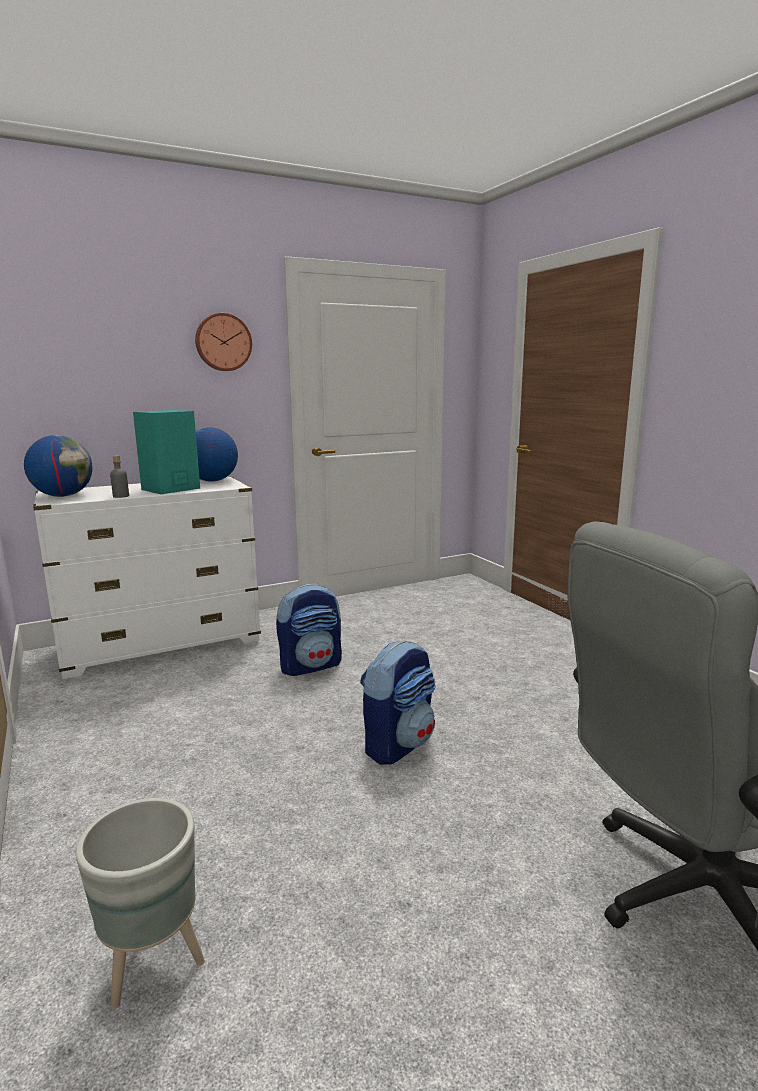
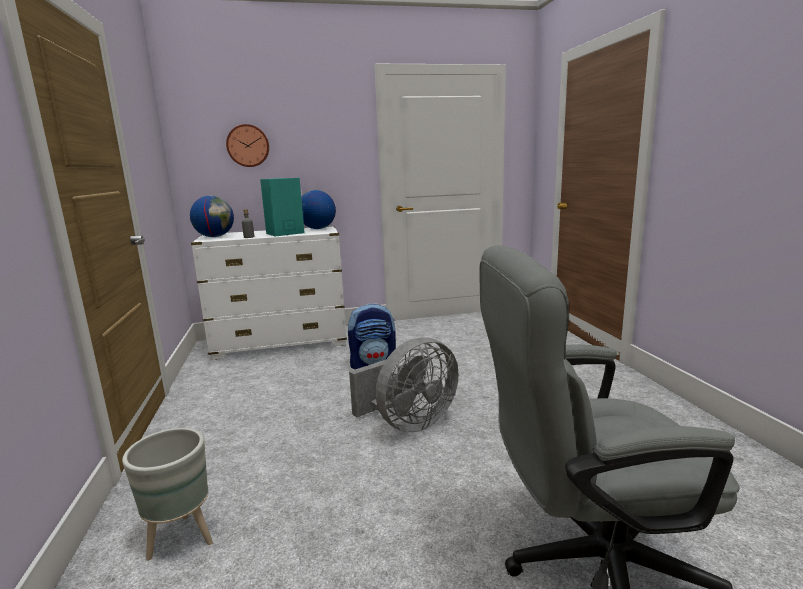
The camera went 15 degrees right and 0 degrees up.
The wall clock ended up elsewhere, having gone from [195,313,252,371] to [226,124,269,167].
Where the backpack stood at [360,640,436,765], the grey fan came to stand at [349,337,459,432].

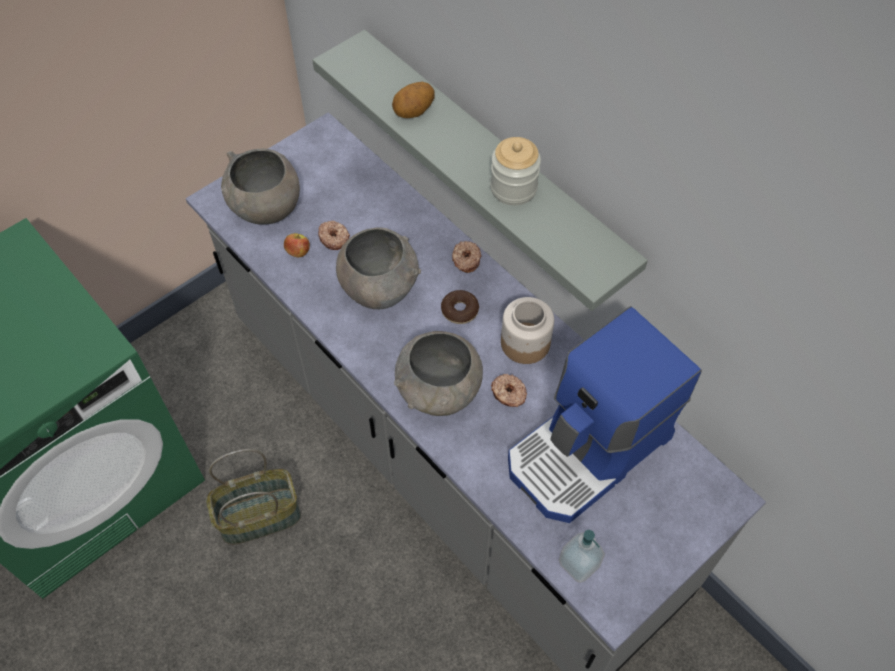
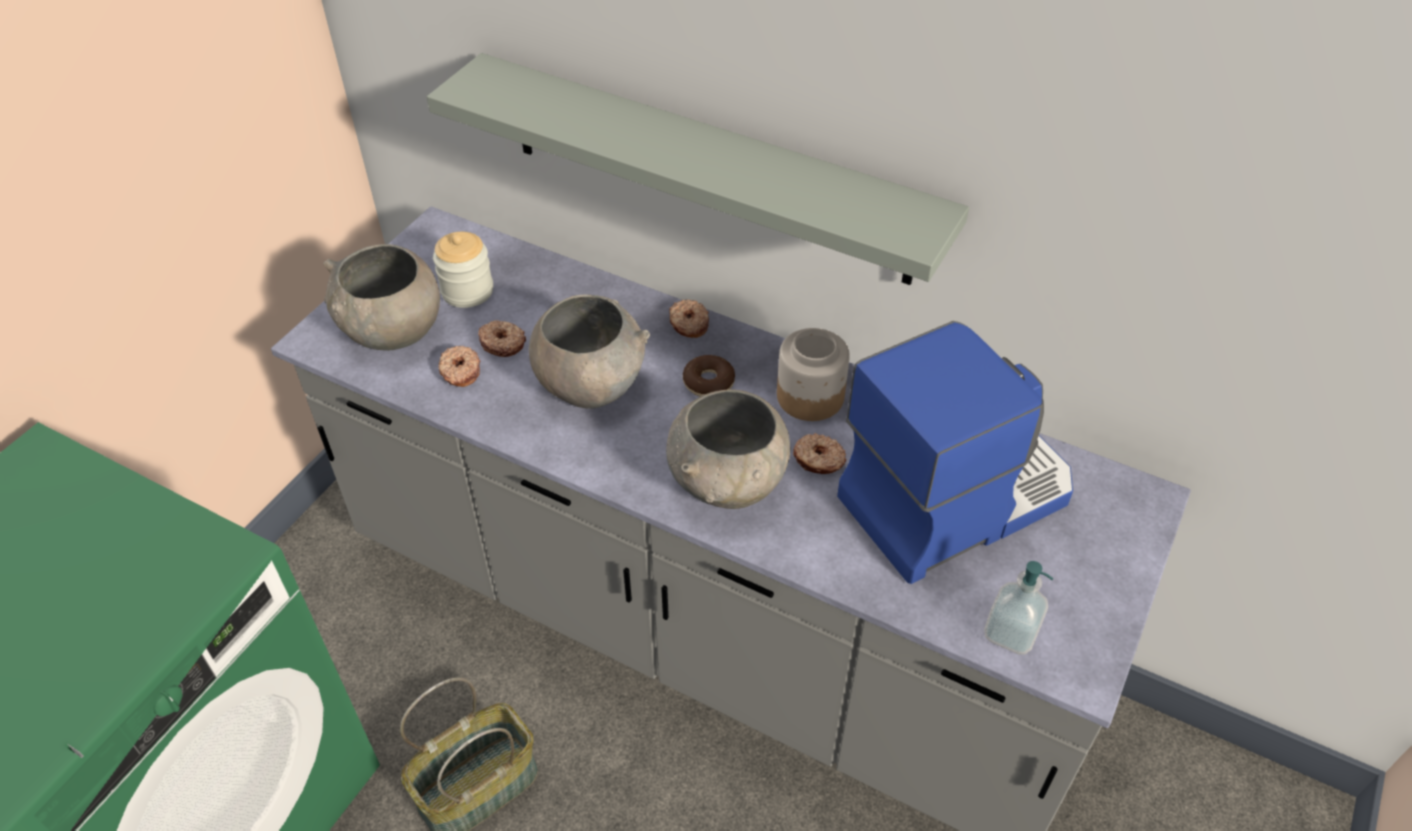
The camera went 20 degrees left and 10 degrees down.
The jar ended up elsewhere, having gone from [490,137,541,205] to [433,232,493,308].
Where the apple stood at [284,233,310,257], the donut came to stand at [439,346,480,387].
The coffee machine at [508,306,702,523] ended up facing another way, 150 degrees counterclockwise from before.
The second view lost the potato at [392,82,435,118].

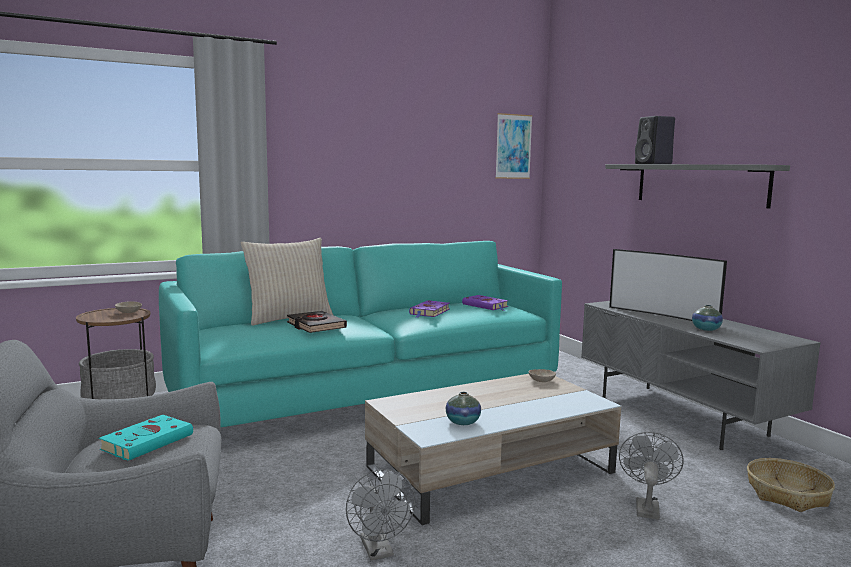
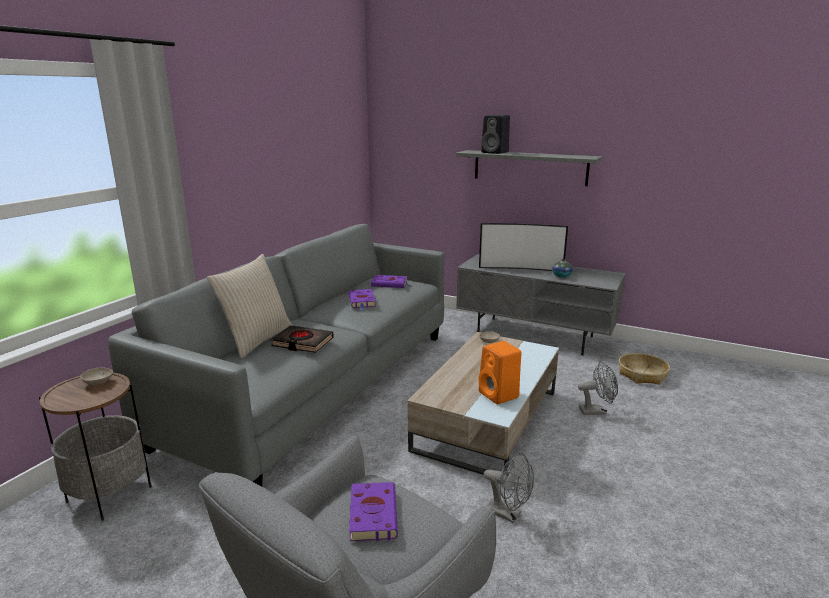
The camera went 35 degrees left and 10 degrees up.
What was the turquoise sofa at [159,241,562,427] turned into the grey sofa at [108,224,444,486].
What was the turquoise book at [99,415,194,461] turned into the purple book at [349,482,398,541].
Where the vase stood at [446,392,481,425], the orange speaker came to stand at [478,341,522,404].
The grey fan at [619,432,684,520] ended up facing another way, 105 degrees clockwise from before.
The second view lost the picture at [495,113,533,179].

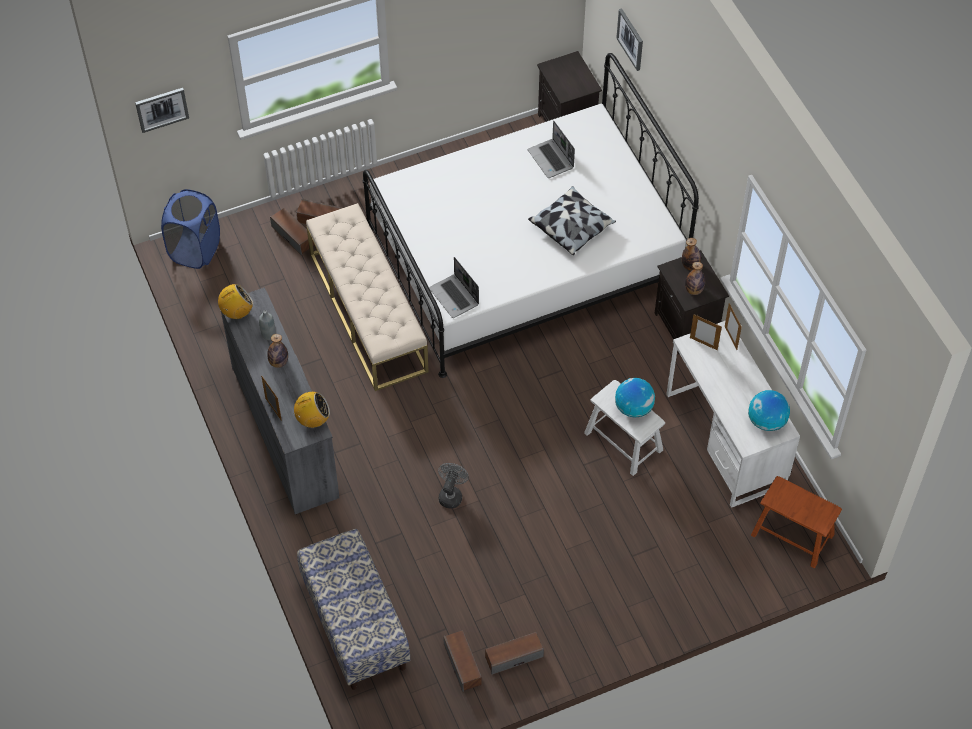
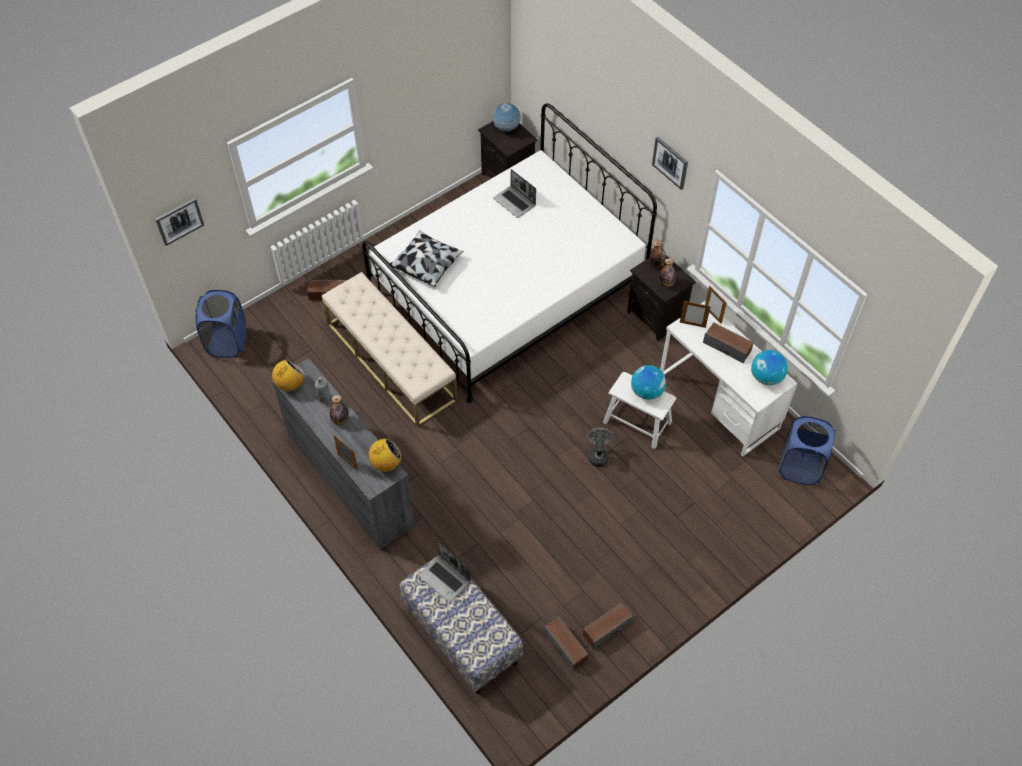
The camera went 15 degrees left and 0 degrees up.
The pillow ended up elsewhere, having gone from [528,186,616,255] to [390,230,463,287].
The laptop ended up elsewhere, having gone from [429,257,479,318] to [419,543,471,602].
The second view gained the globe at [492,103,521,132].
The grey fan ended up elsewhere, having gone from [438,463,469,509] to [587,428,614,467].
The picture ended up elsewhere, having gone from [616,8,643,71] to [652,137,688,190].
The speaker ended up elsewhere, having gone from [270,208,315,255] to [703,322,754,363].
Where the brown stool stood at [751,476,842,568], the blue laundry basket came to stand at [778,416,835,485].

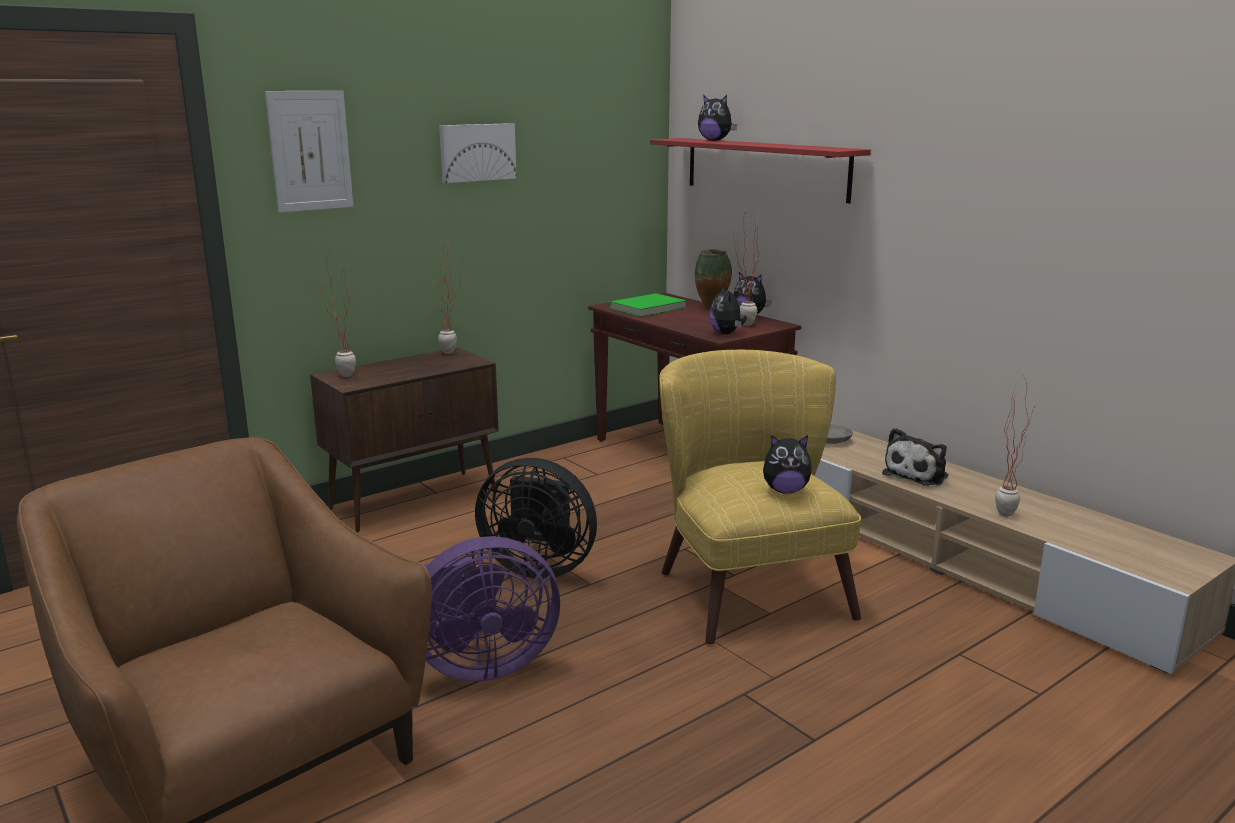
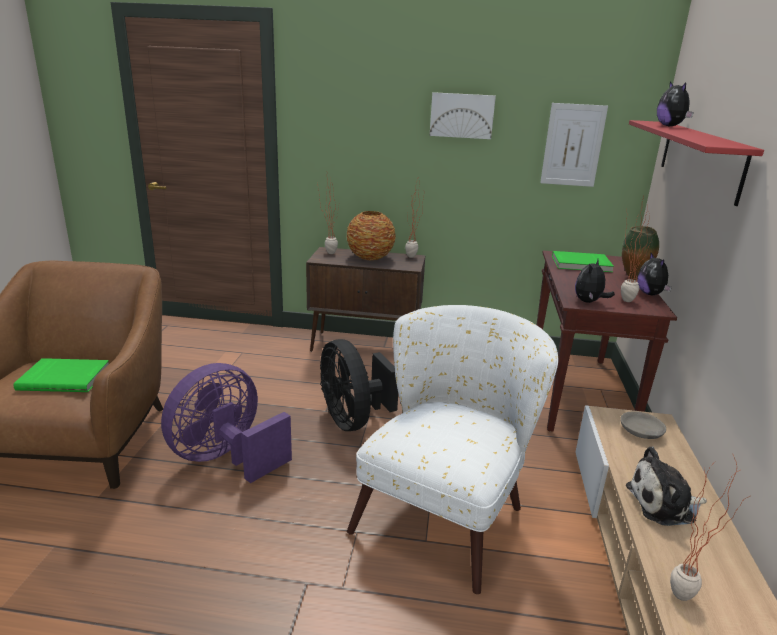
The camera went 45 degrees right and 5 degrees up.
The second view gained the green book at [14,358,109,392].
The purple fan at [423,536,560,682] ended up facing another way, 105 degrees clockwise from before.
The second view gained the vase at [346,211,396,260].
What was the yellow armchair at [659,350,861,645] turned into the white armchair at [347,305,558,594].
The picture ended up elsewhere, having gone from [265,91,353,213] to [540,103,608,187].
The second view lost the plush toy at [763,435,813,494].

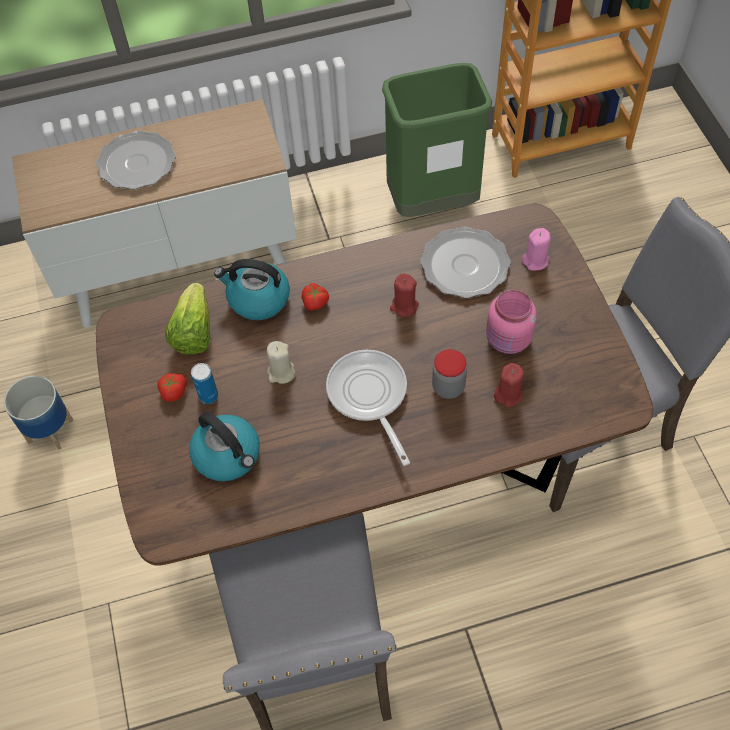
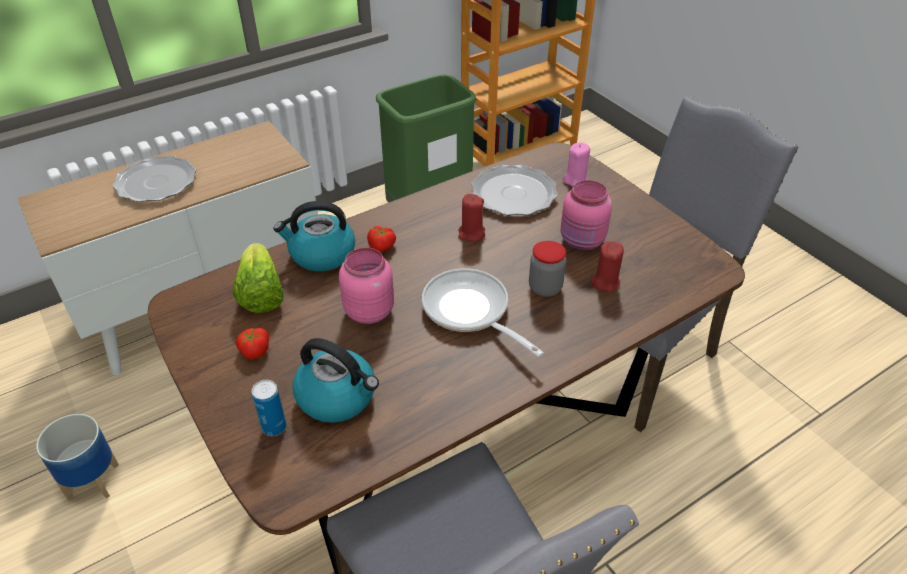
The camera went 20 degrees left and 15 degrees down.
The can ended up elsewhere, having gone from [191,363,218,404] to [252,380,286,436].
Where the beige candle stood at [267,341,296,384], the pink jar came to stand at [339,247,394,324].

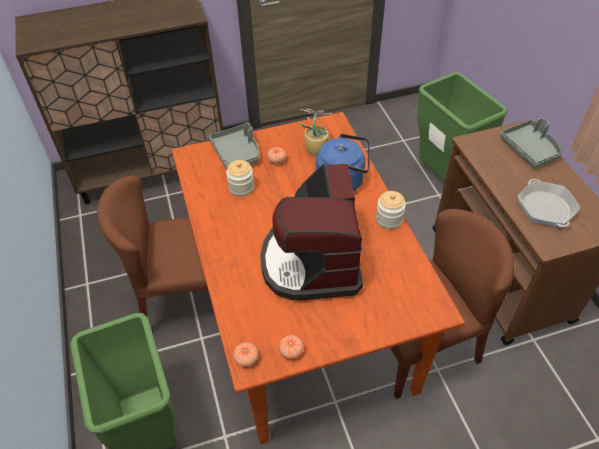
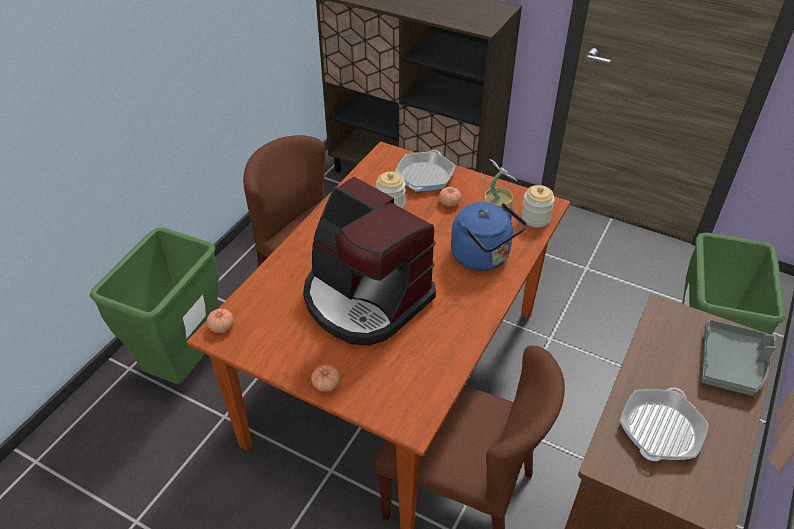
The camera went 45 degrees right and 5 degrees down.
The coffee machine at [260,164,363,300] ended up facing another way, 90 degrees counterclockwise from before.
The tomato ended up elsewhere, having gone from [279,335,304,359] to [311,365,340,392].
Where the grey tray stood at [209,122,259,170], the frying pan came to stand at [395,150,455,192].
The jar ended up elsewhere, having gone from [376,191,406,229] to [521,185,555,228].

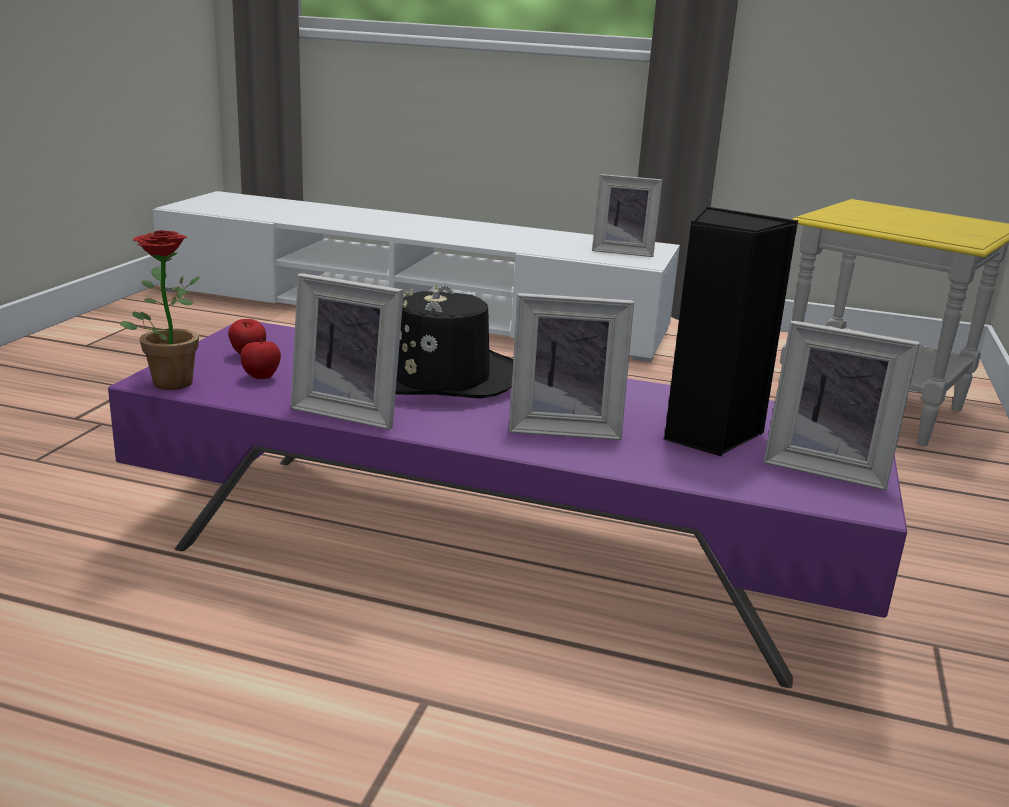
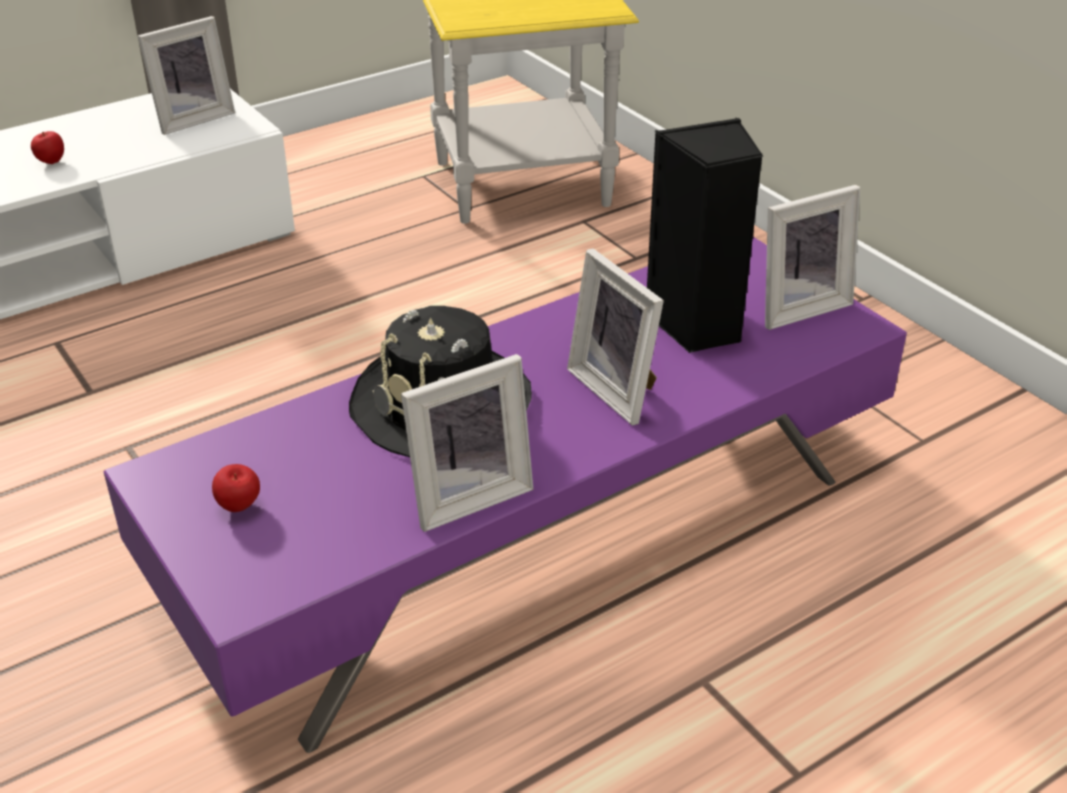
The camera went 50 degrees left and 15 degrees up.
The apple ended up elsewhere, having gone from [241,339,281,379] to [31,131,64,164].
The picture frame at [509,293,634,440] ended up facing another way, 105 degrees clockwise from before.
The second view lost the potted plant at [120,230,200,390].

